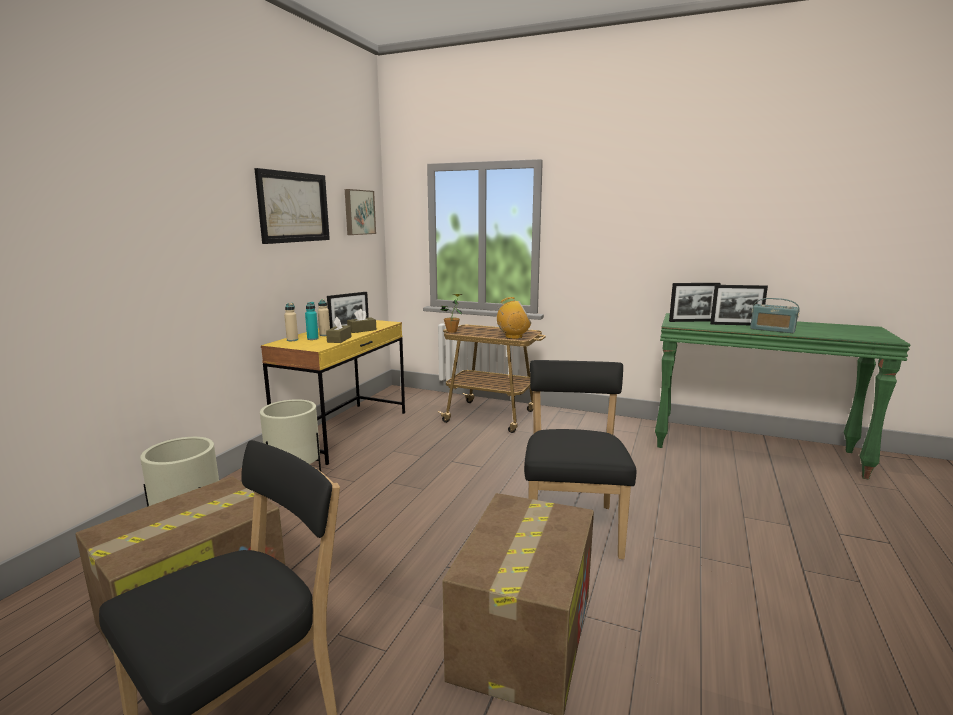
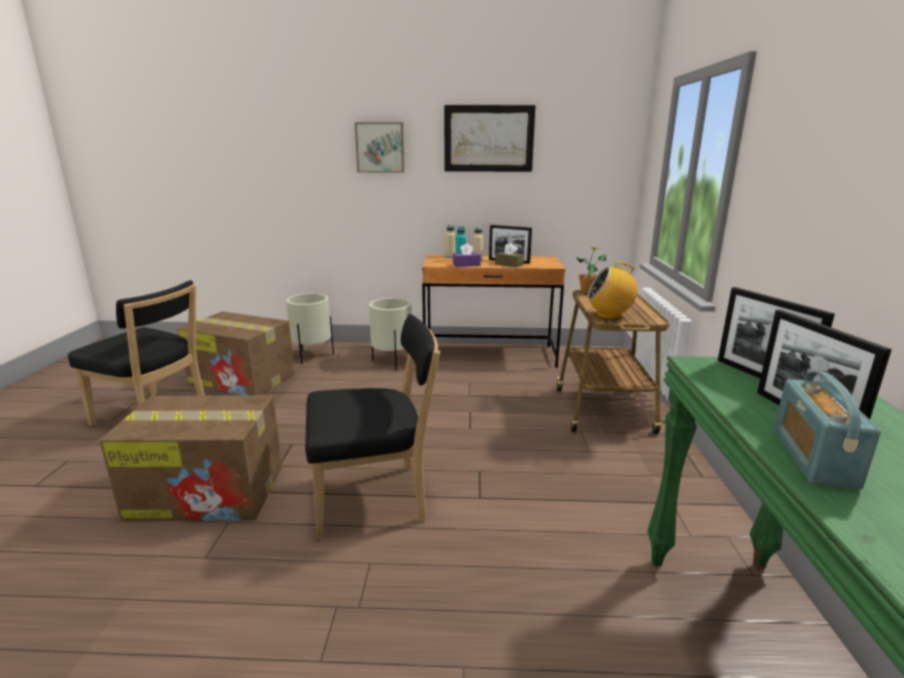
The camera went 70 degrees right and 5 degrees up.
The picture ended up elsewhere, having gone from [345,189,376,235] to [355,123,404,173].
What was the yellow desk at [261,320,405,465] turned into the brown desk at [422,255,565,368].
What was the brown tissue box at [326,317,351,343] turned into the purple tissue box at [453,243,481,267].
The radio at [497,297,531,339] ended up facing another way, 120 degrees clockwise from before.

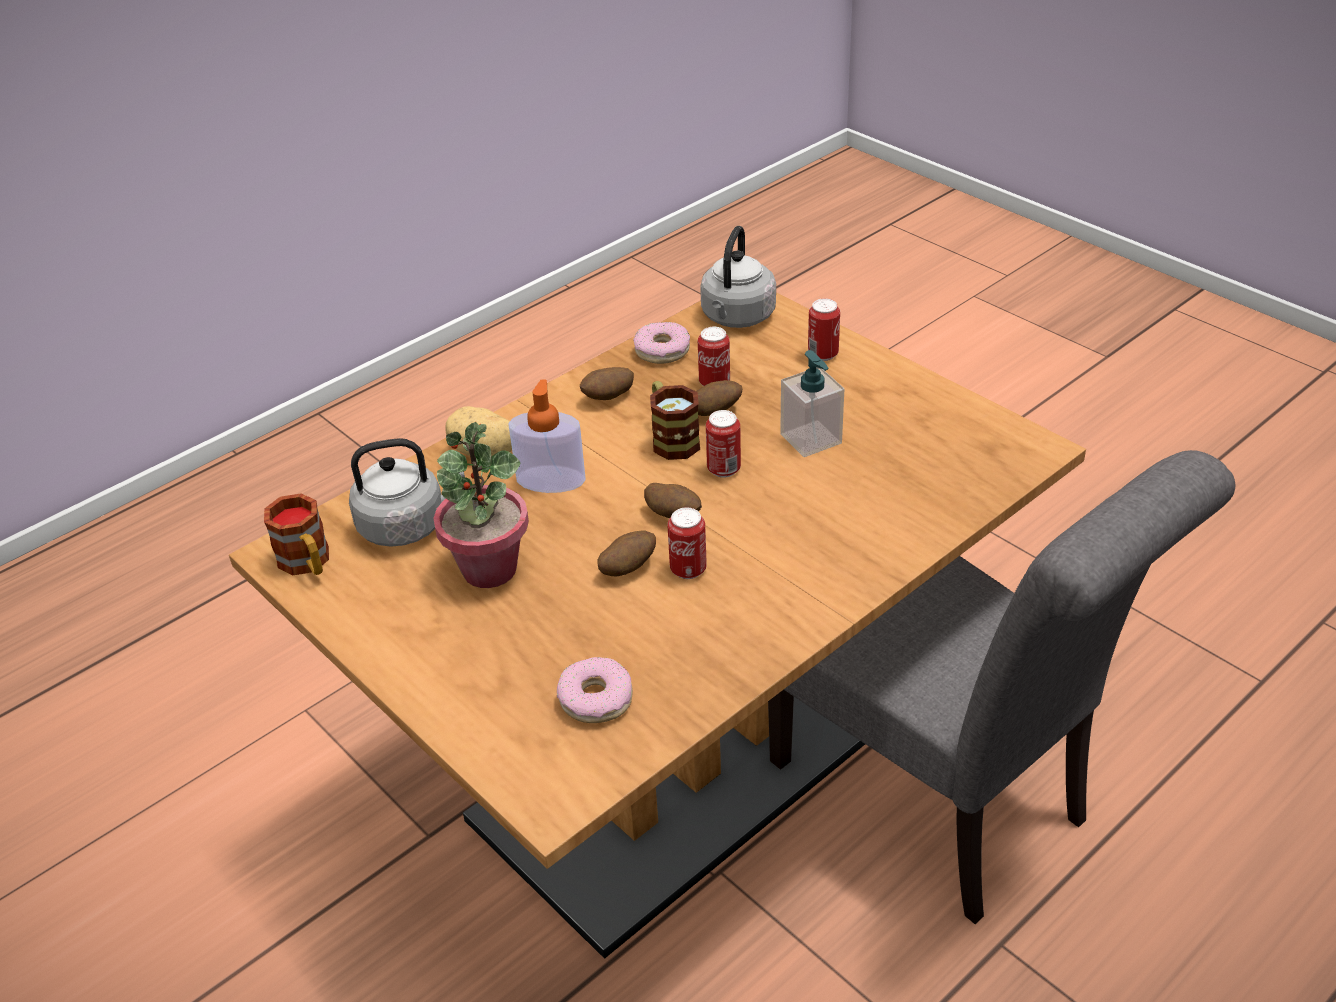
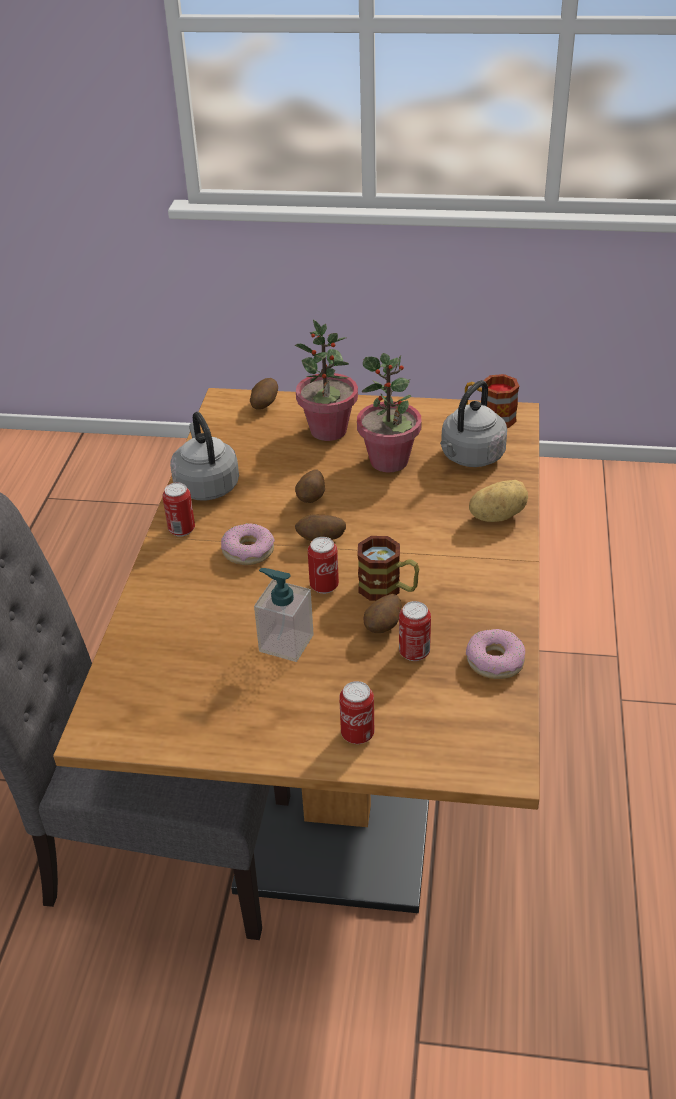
The camera went 140 degrees right and 0 degrees up.
The can ended up elsewhere, having gone from [668,507,707,579] to [162,482,195,537].
The grey kettle ended up elsewhere, having gone from [700,226,776,328] to [170,412,239,501].
The donut ended up elsewhere, having gone from [557,657,633,723] to [221,523,275,565].
The potato ended up elsewhere, having gone from [580,367,634,400] to [250,378,278,409].
The second view gained the potted plant at [295,320,358,441].
The second view lost the soap dispenser at [508,379,586,493].

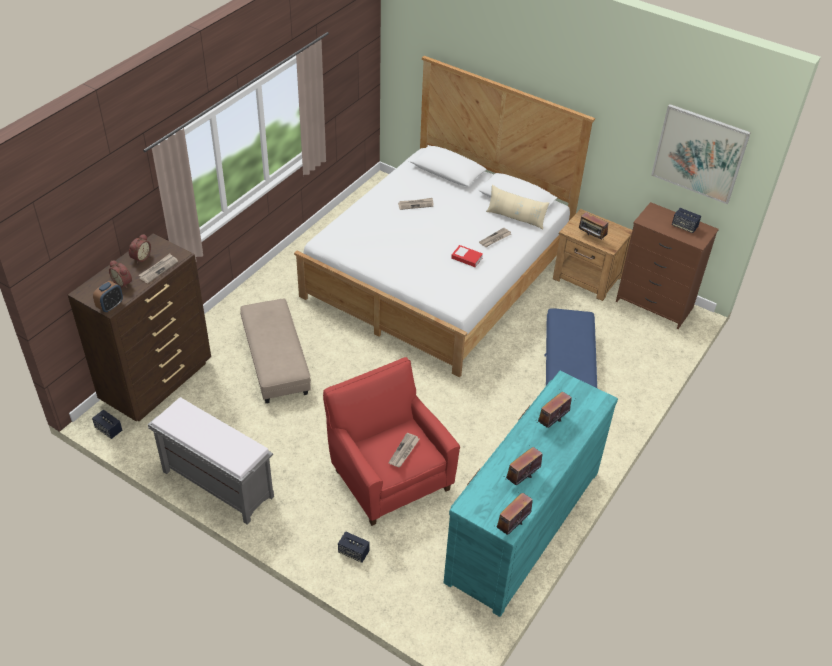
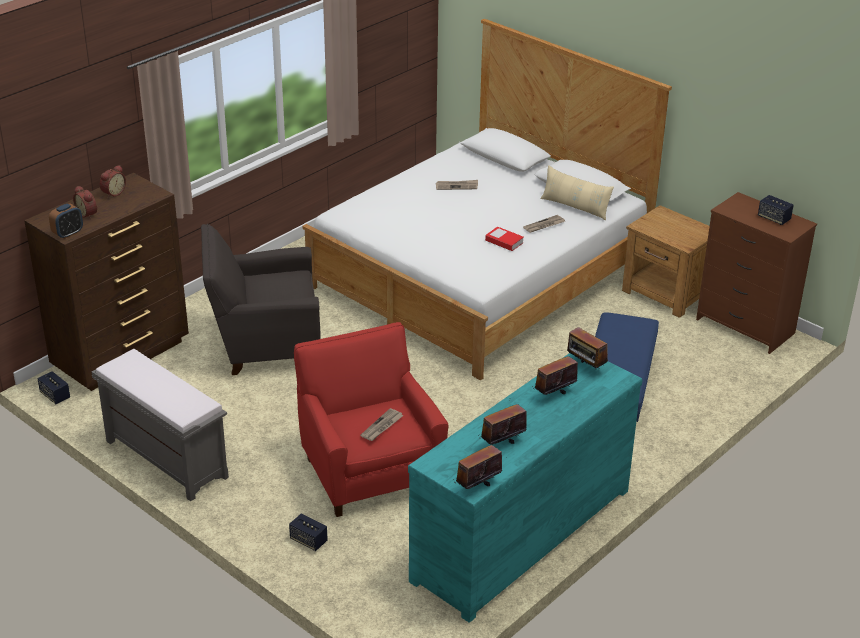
The camera went 10 degrees right and 10 degrees down.
Where the beige ottoman stood at [240,299,311,403], the grey armchair came to stand at [201,224,321,375].
The radio ended up elsewhere, having gone from [579,212,608,239] to [564,327,608,369].
The second view lost the newspaper at [139,254,178,283].
The second view lost the picture at [651,104,751,204].

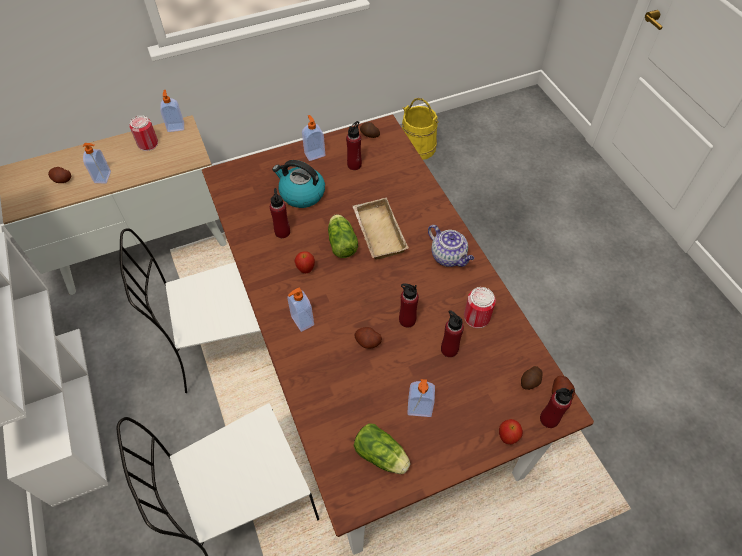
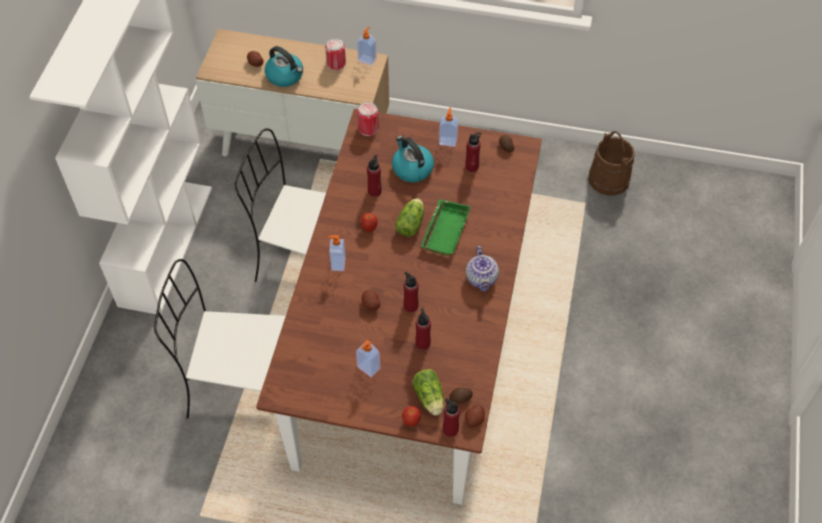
The camera went 35 degrees right and 0 degrees up.
Where the soap dispenser stood at [83,143,111,183], the kettle came to stand at [265,46,303,87].
The can ended up elsewhere, having gone from [464,287,496,328] to [357,102,379,136].
The lettuce ended up elsewhere, having gone from [354,423,410,474] to [413,369,444,416].
What was the beige tray at [352,197,408,259] turned into the green tray at [420,199,471,256].
What was the yellow bucket at [402,98,439,160] turned into the brown bucket at [588,131,635,195].

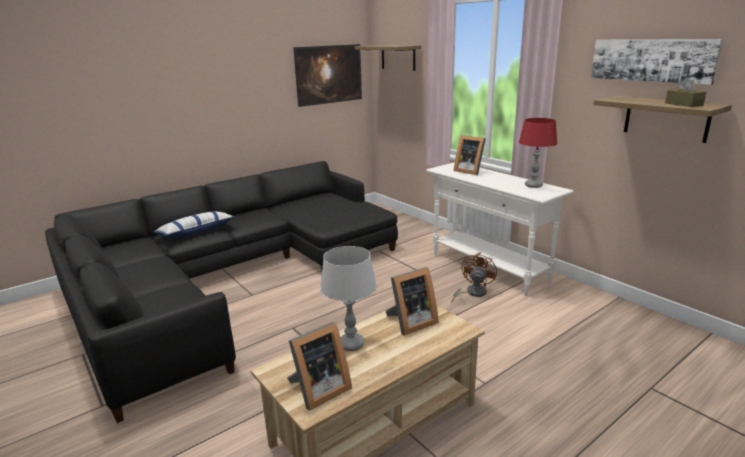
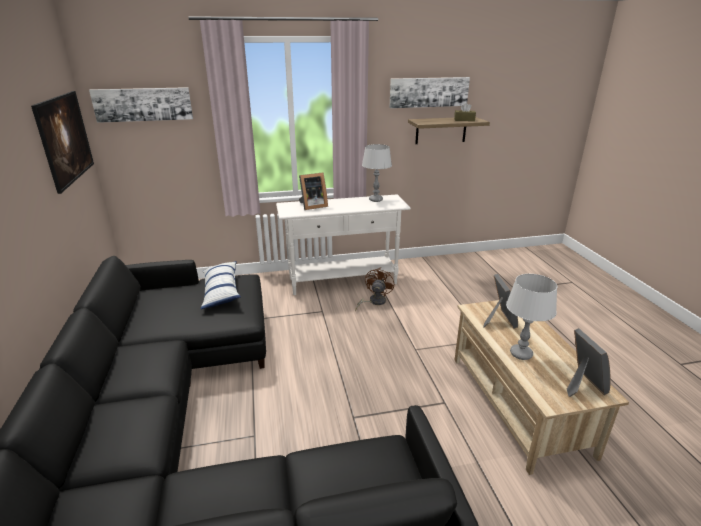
The camera went 65 degrees left and 5 degrees up.
Where the shelf hung at [355,45,421,71], the picture came to hang at [89,87,193,123].
The pillow ended up elsewhere, having gone from [153,212,235,238] to [201,261,241,309].
The brown fan at [451,253,497,303] ended up facing another way, 60 degrees clockwise from before.
What was the red table lamp at [519,118,557,188] turned into the grey table lamp at [362,144,392,202].

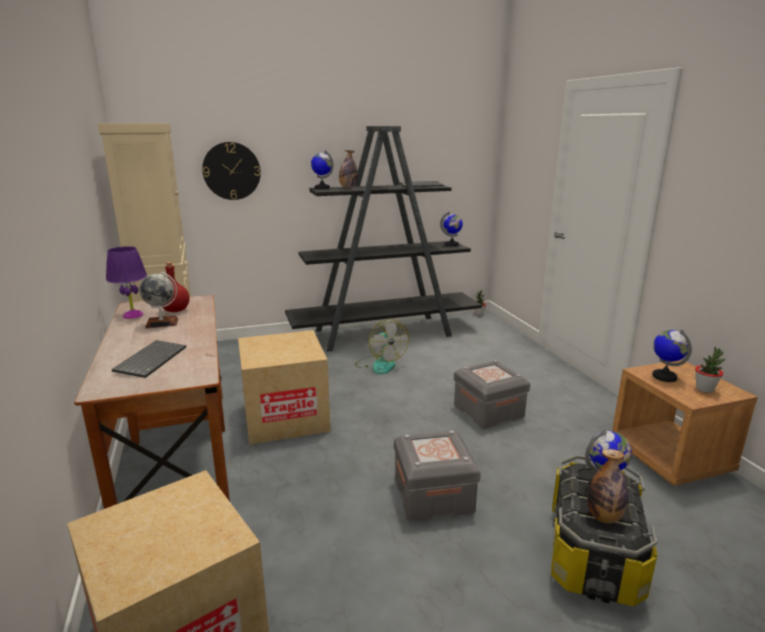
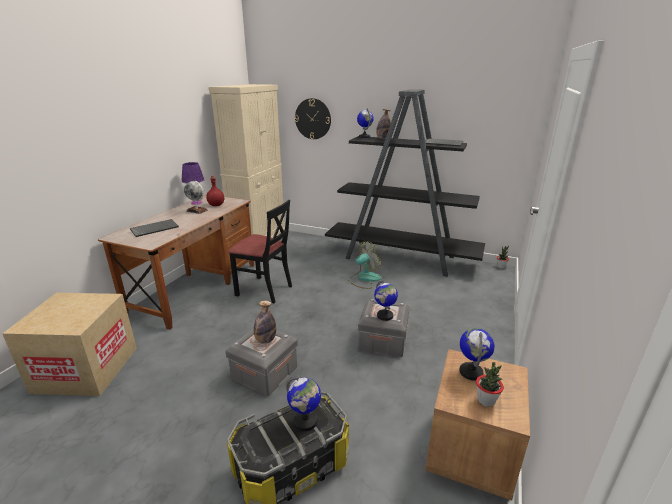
The camera went 40 degrees right and 5 degrees up.
Where the cardboard box stood at [238,330,330,445], the black chair came to stand at [228,200,292,303].
The bottle ended up elsewhere, having gone from [587,449,629,523] to [254,300,276,344].
The fan at [355,319,409,374] ended up facing another way, 135 degrees counterclockwise from before.
The globe ended up elsewhere, having gone from [440,212,463,246] to [374,279,398,321].

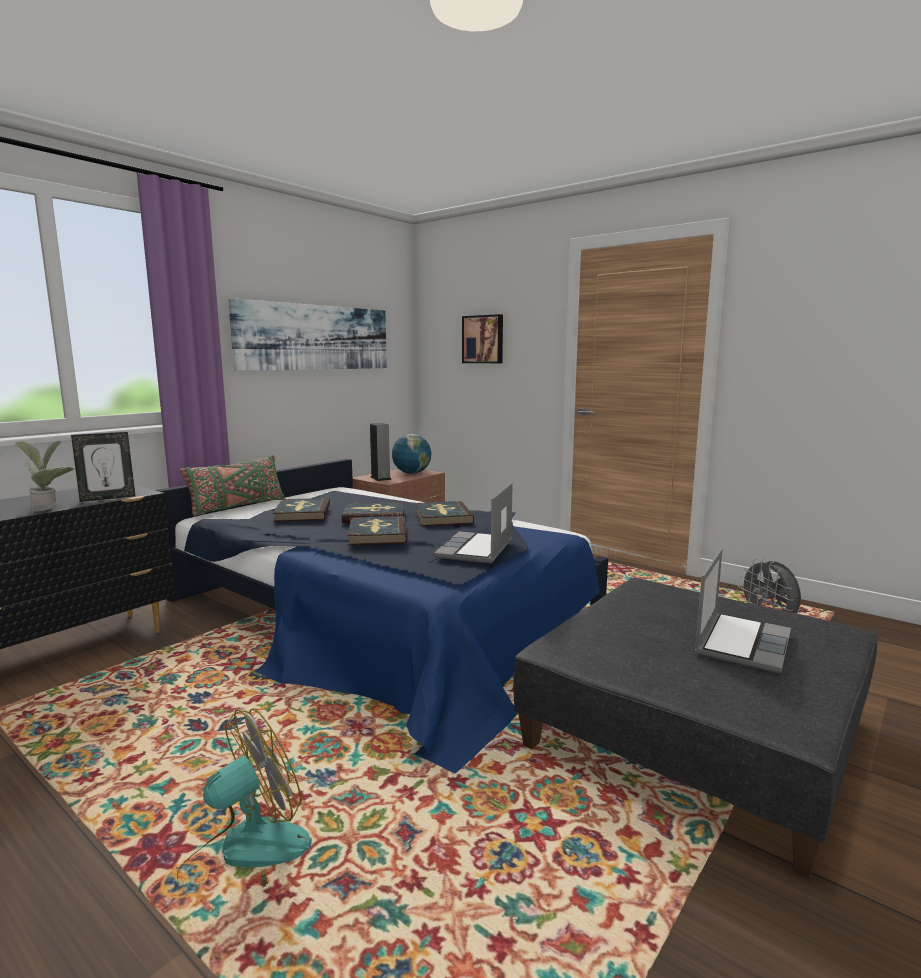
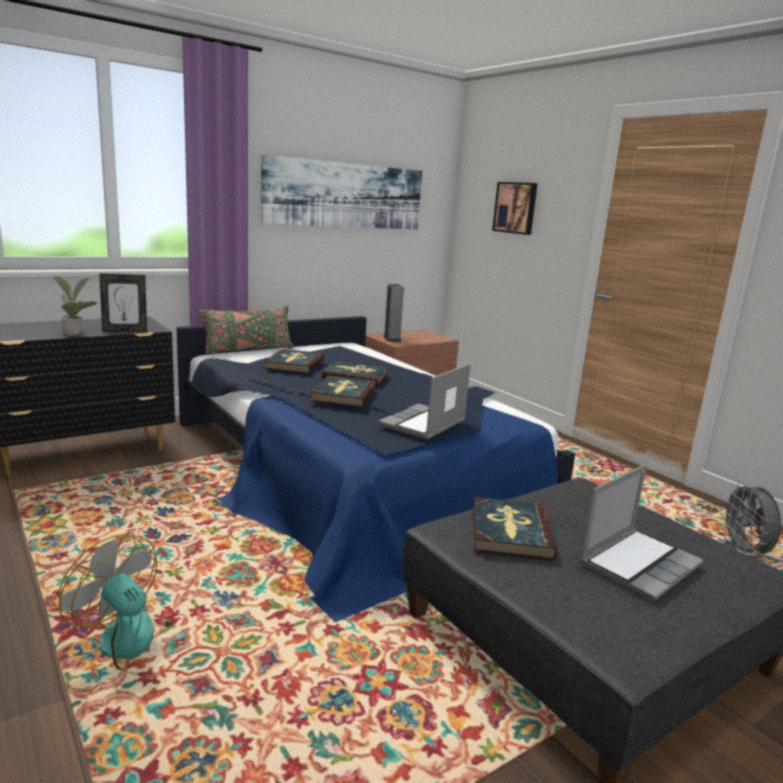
The camera went 15 degrees right and 5 degrees up.
The fan at [177,708,312,892] ended up facing another way, 120 degrees counterclockwise from before.
The book ended up elsewhere, having gone from [416,501,474,526] to [473,497,557,560].
The second view lost the globe at [392,434,432,474].

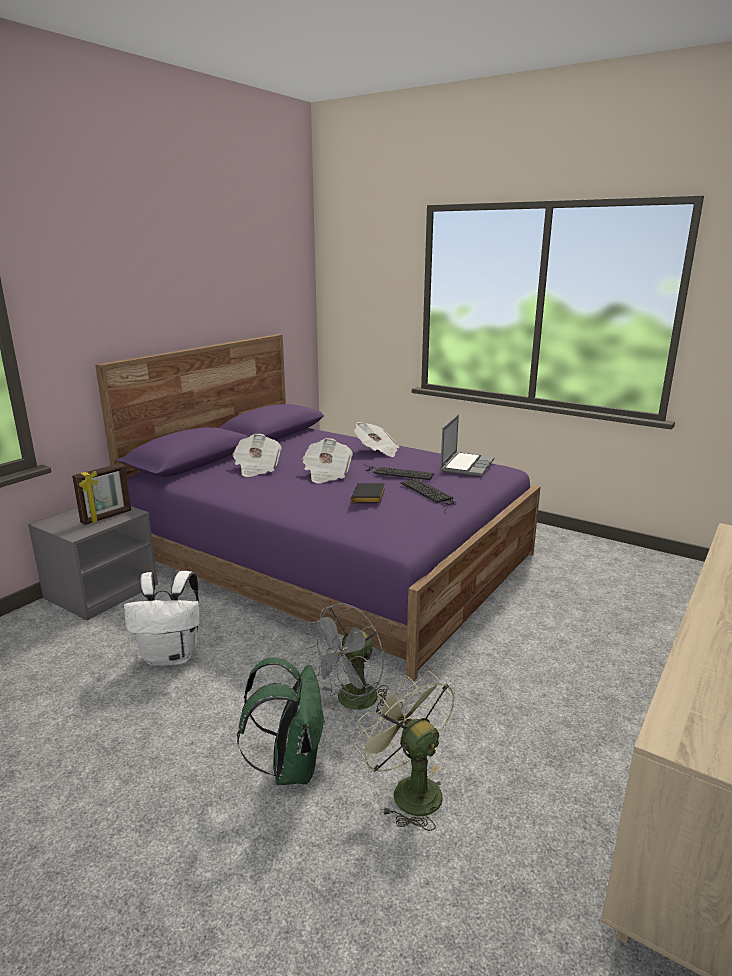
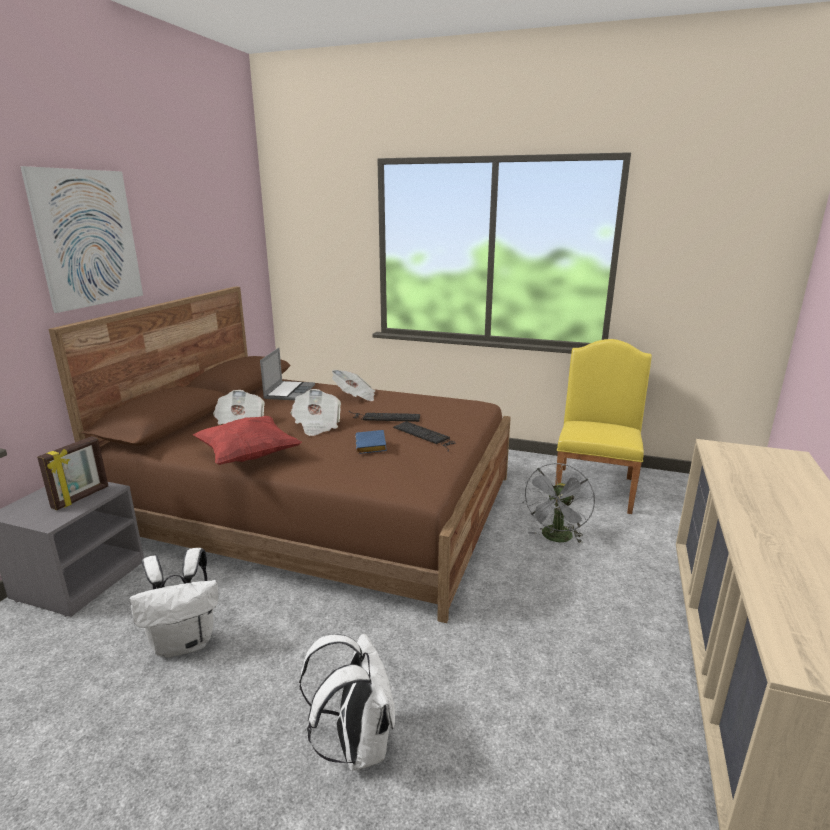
The camera went 15 degrees left and 0 degrees up.
The second view gained the picture at [20,166,143,313].
What was the purple bed at [95,334,541,681] turned into the brown bed at [49,286,511,623].
The second view gained the red pillow at [193,416,302,465].
The laptop ended up elsewhere, having gone from [440,414,495,477] to [260,348,315,400].
What was the green backpack at [237,658,325,785] turned into the white backpack at [299,633,395,771].
What was the black book at [351,483,385,503] turned into the blue book at [356,430,387,454].
The grey fan ended up elsewhere, having gone from [305,603,389,716] to [522,463,595,543].
The second view gained the yellow chair at [555,339,652,514].
The second view lost the green fan at [355,671,455,831].

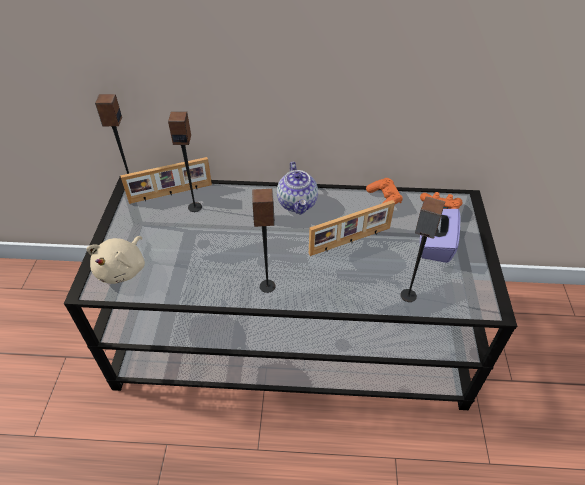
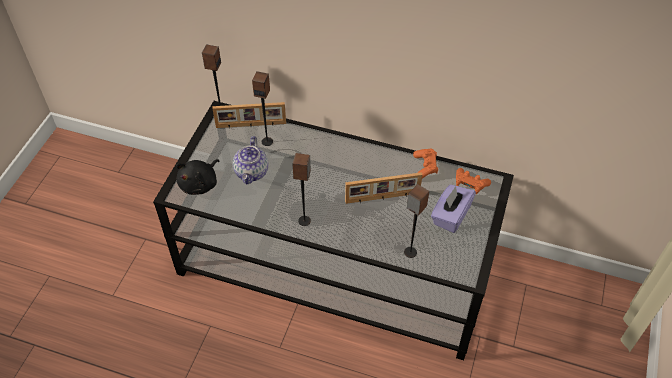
The camera went 15 degrees right and 5 degrees up.
What was the beige plush toy at [87,236,145,284] turned into the black plush toy at [176,159,220,195].
The teapot ended up elsewhere, having gone from [277,162,318,215] to [233,136,268,184].

